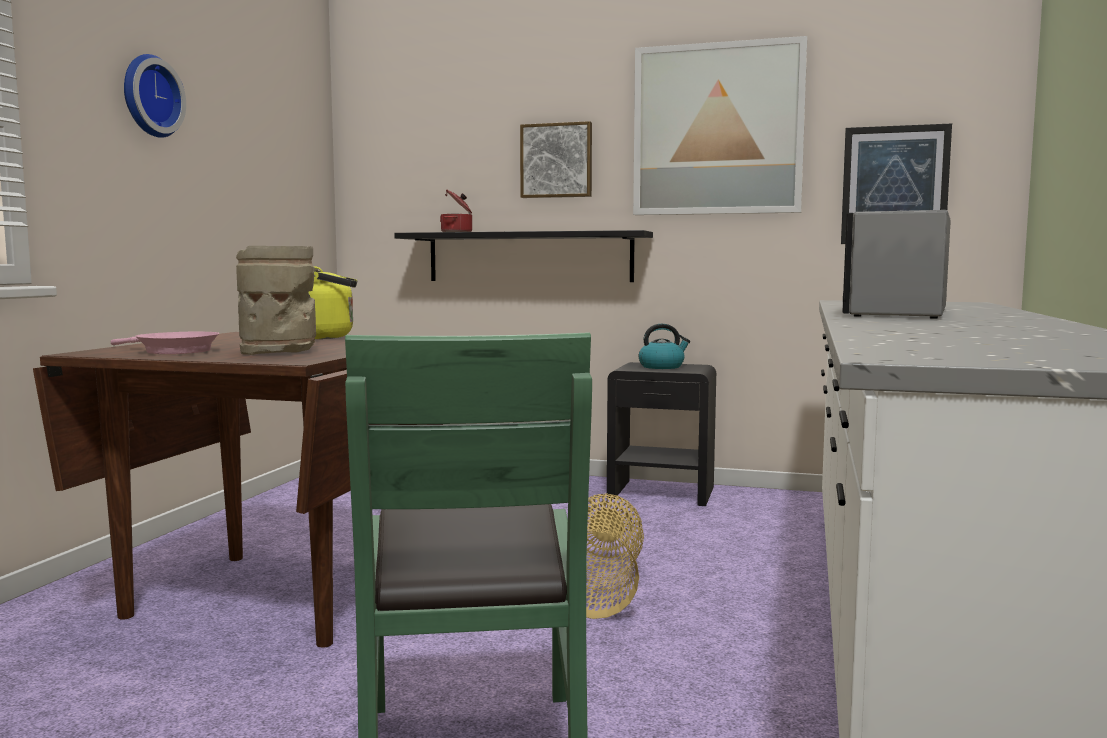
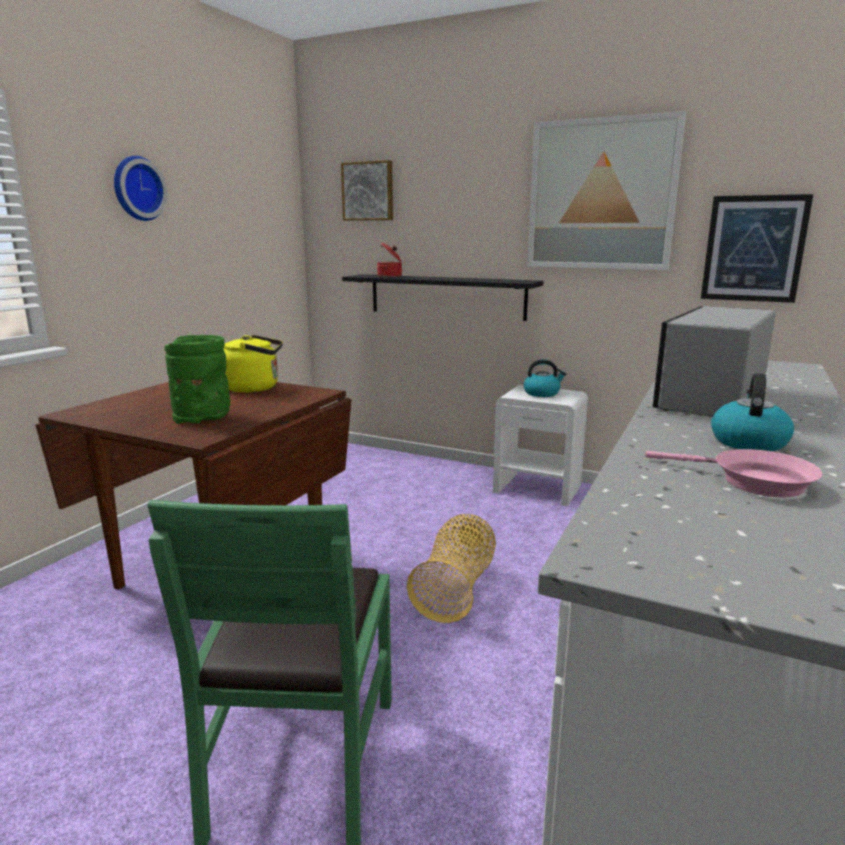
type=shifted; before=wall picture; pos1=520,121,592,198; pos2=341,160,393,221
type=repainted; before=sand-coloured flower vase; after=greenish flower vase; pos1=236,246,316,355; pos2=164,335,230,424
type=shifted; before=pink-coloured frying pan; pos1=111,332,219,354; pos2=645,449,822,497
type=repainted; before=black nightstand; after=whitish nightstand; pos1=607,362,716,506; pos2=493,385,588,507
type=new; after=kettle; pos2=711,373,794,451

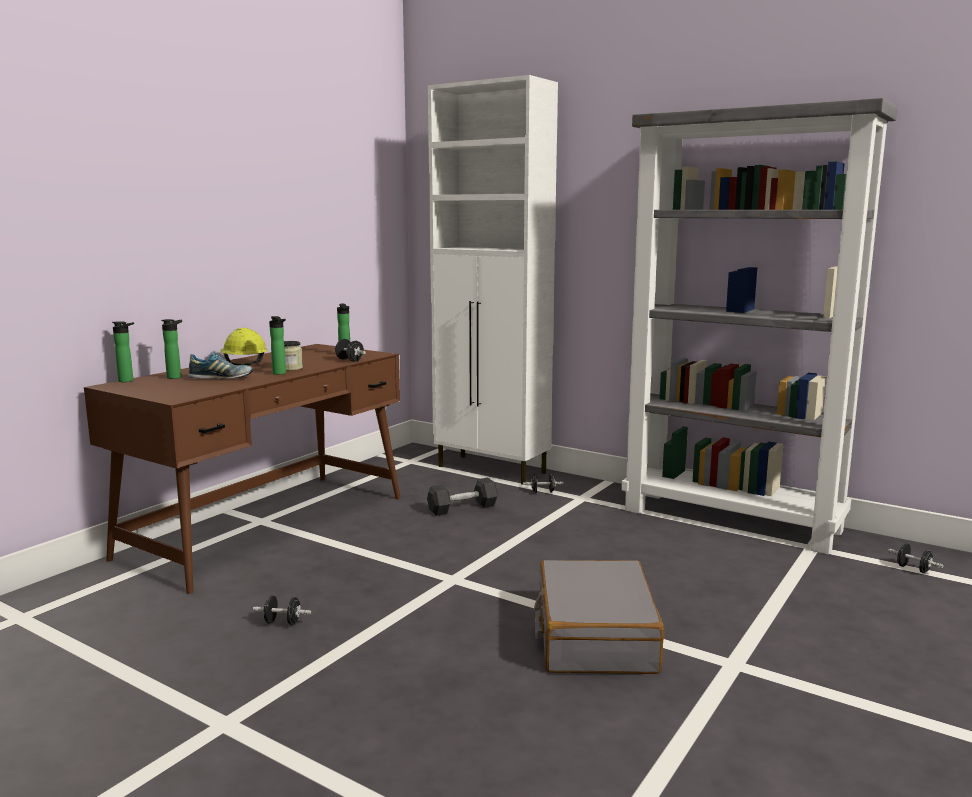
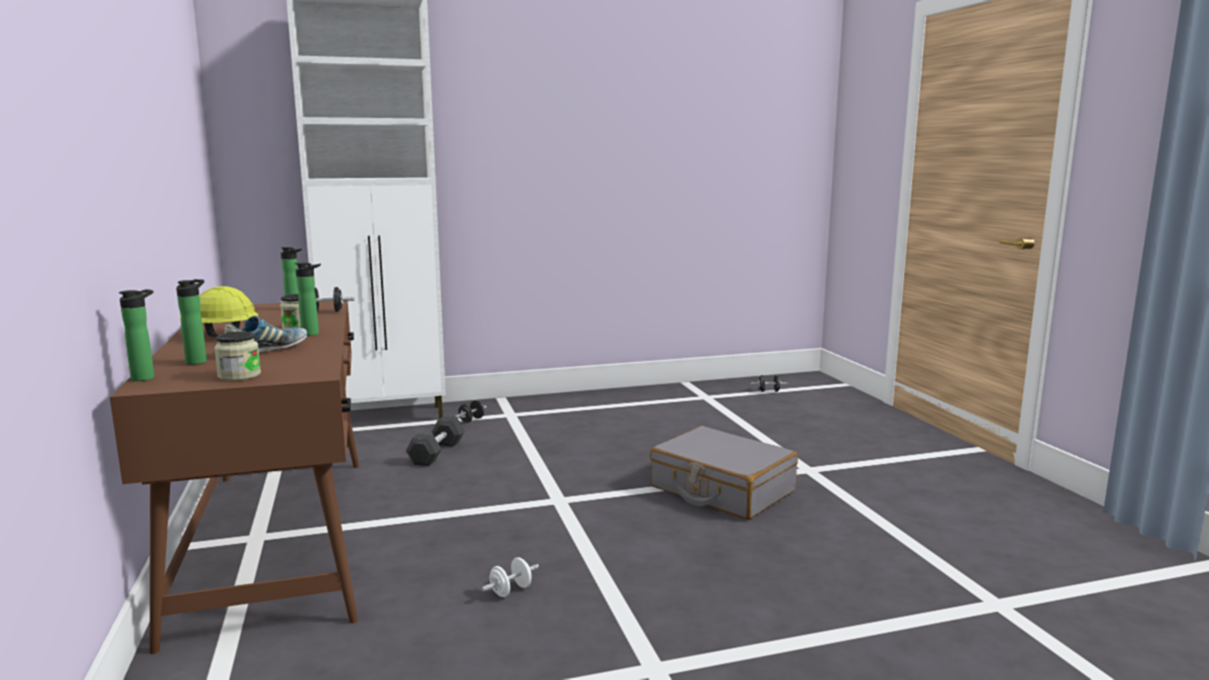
type=gone; before=greyish shelving unit; pos1=621,98,897,554
type=repainted; before=black free weight; after=whitish free weight; pos1=253,595,311,625; pos2=482,557,539,597
type=new; after=jar; pos2=214,331,261,381

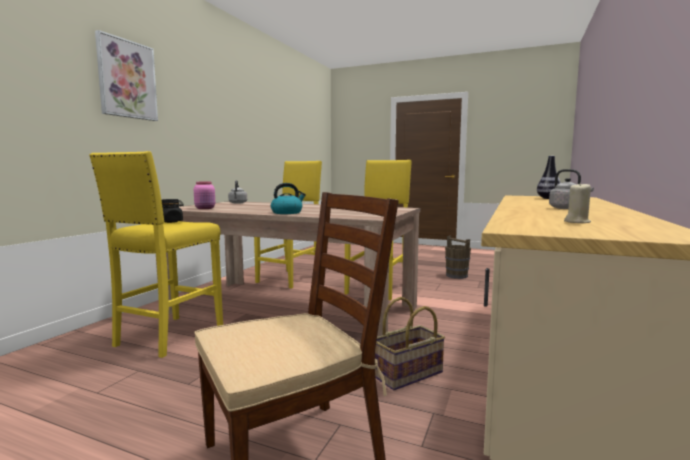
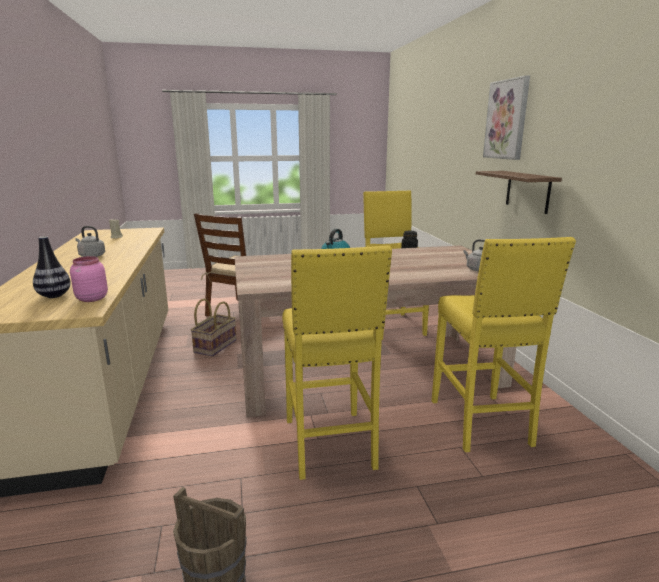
type=shifted; before=pink-coloured jar; pos1=194,182,215,209; pos2=70,256,108,302
type=new; after=bracket shelf; pos2=476,171,562,214

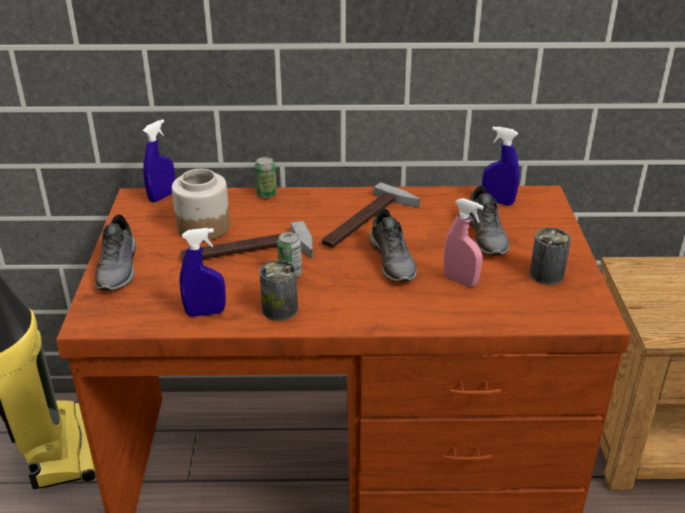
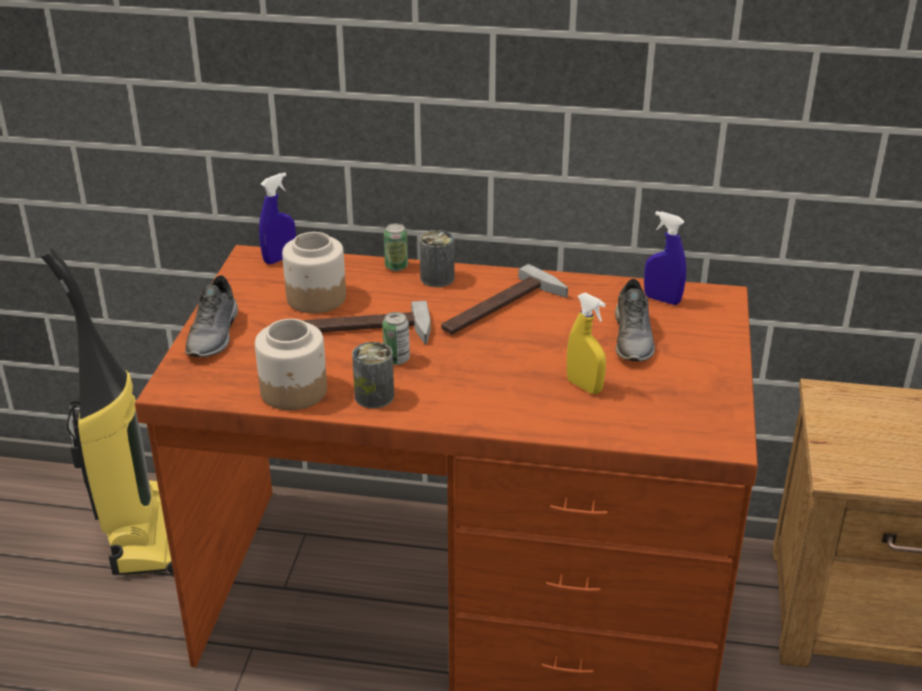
type=repainted; before=pink-coloured sprayer; after=yellow sprayer; pos1=444,198,483,287; pos2=567,293,606,394
type=gone; before=greyish low shoe; pos1=369,208,417,282
type=swapped; before=bluish sprayer; after=jar; pos1=180,228,226,317; pos2=255,319,327,410
type=shifted; before=metal can; pos1=530,228,571,285; pos2=419,230,455,287

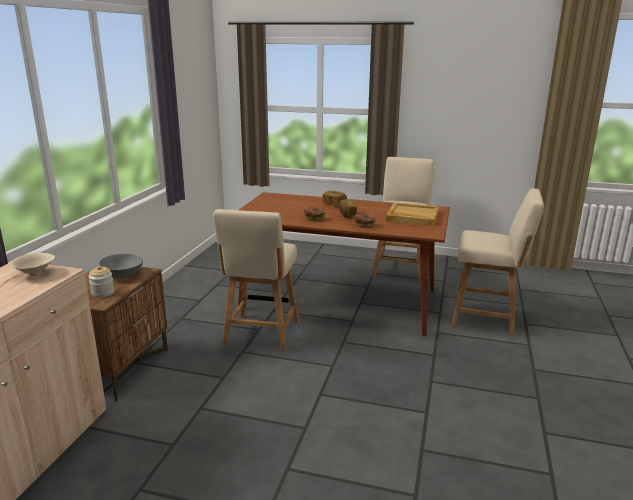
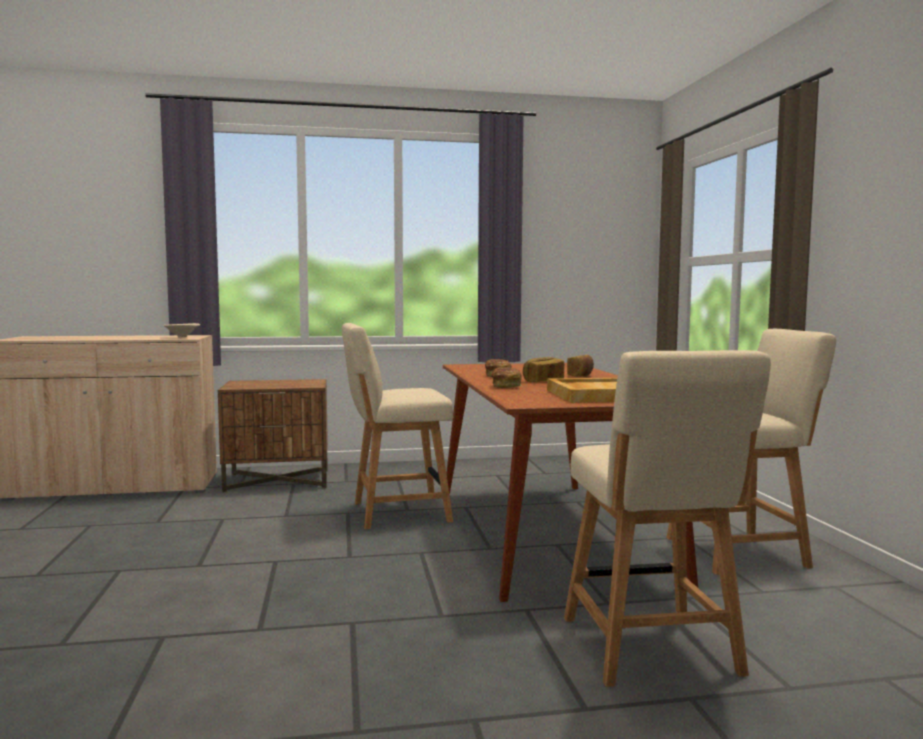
type=gone; before=greyish bowl; pos1=99,254,143,278
type=gone; before=jar; pos1=88,266,114,298

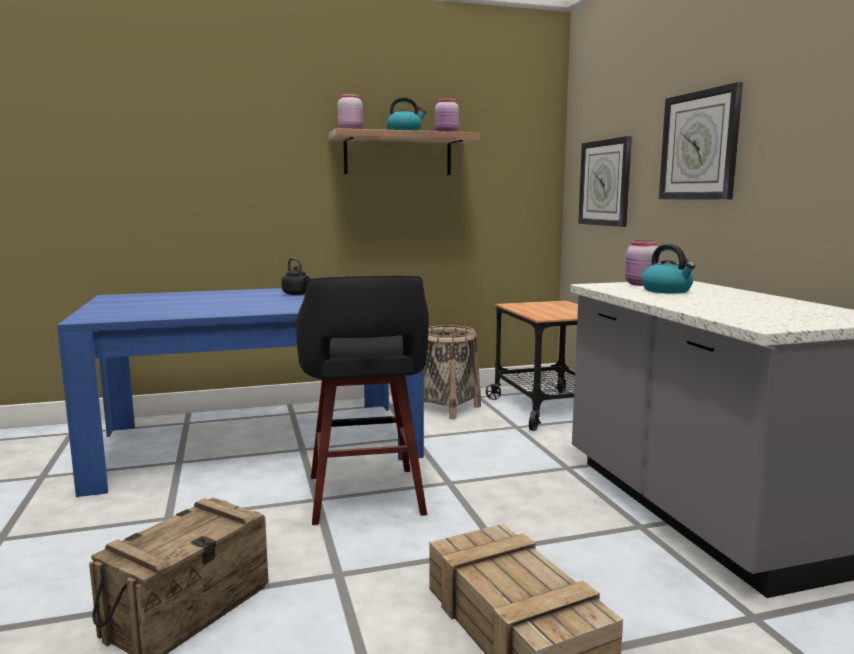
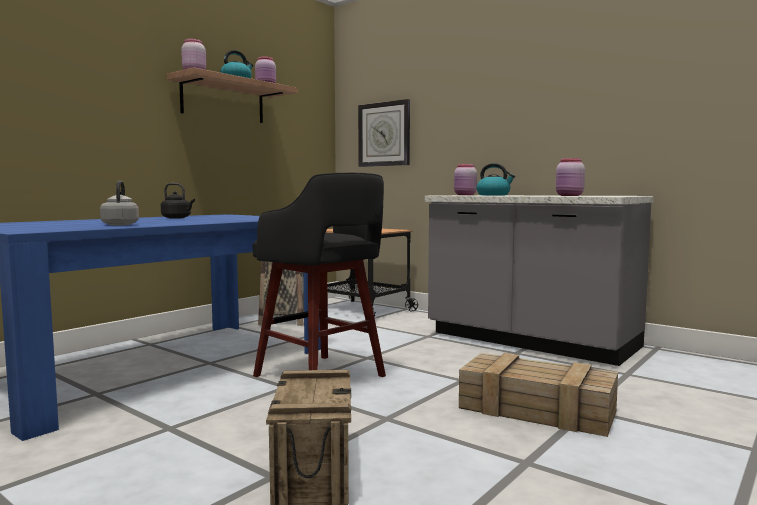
type=gone; before=wall clock; pos1=659,82,743,200
type=new; after=pink-coloured jar; pos2=556,158,585,196
type=new; after=greyish kettle; pos2=100,181,139,225

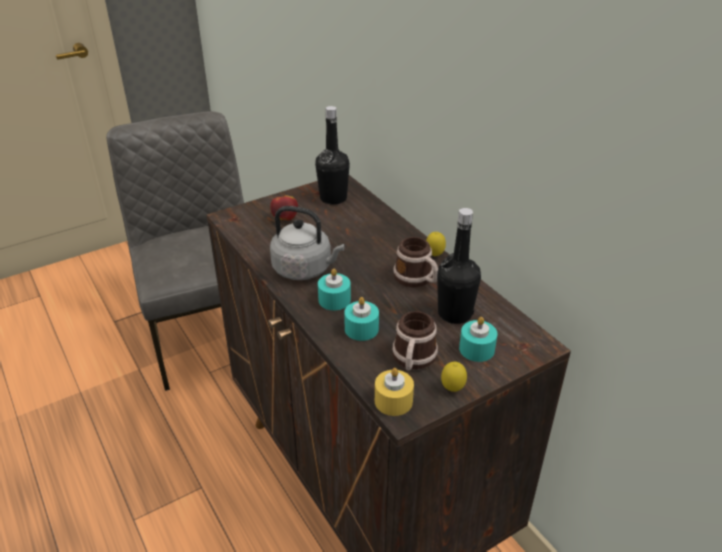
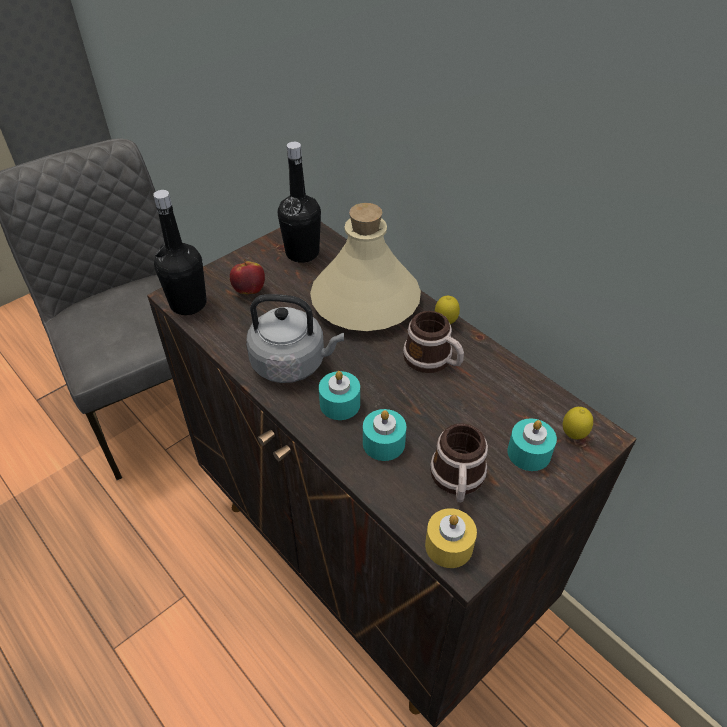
type=shifted; before=black bottle; pos1=437,208,481,324; pos2=153,190,207,315
type=shifted; before=citrus fruit; pos1=441,362,467,392; pos2=563,407,593,439
type=new; after=sand-coloured bottle; pos2=310,203,421,331

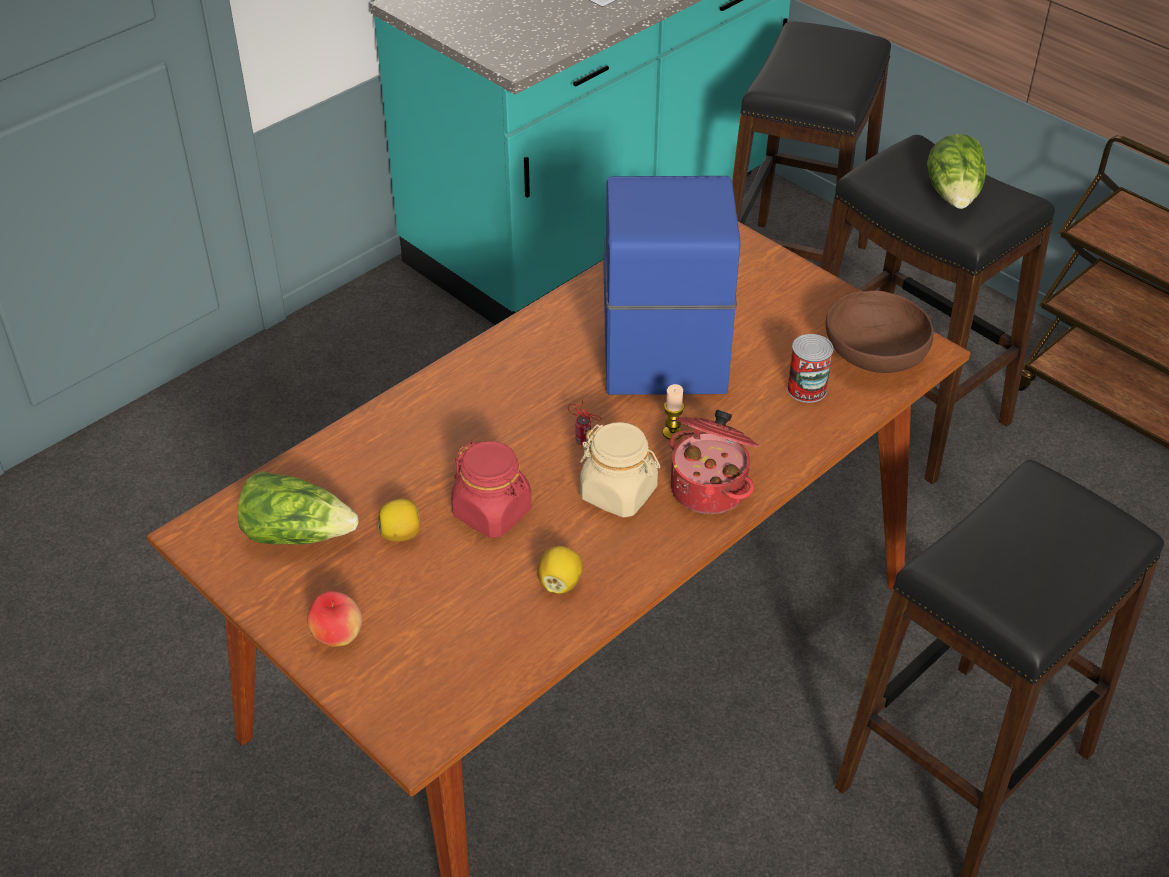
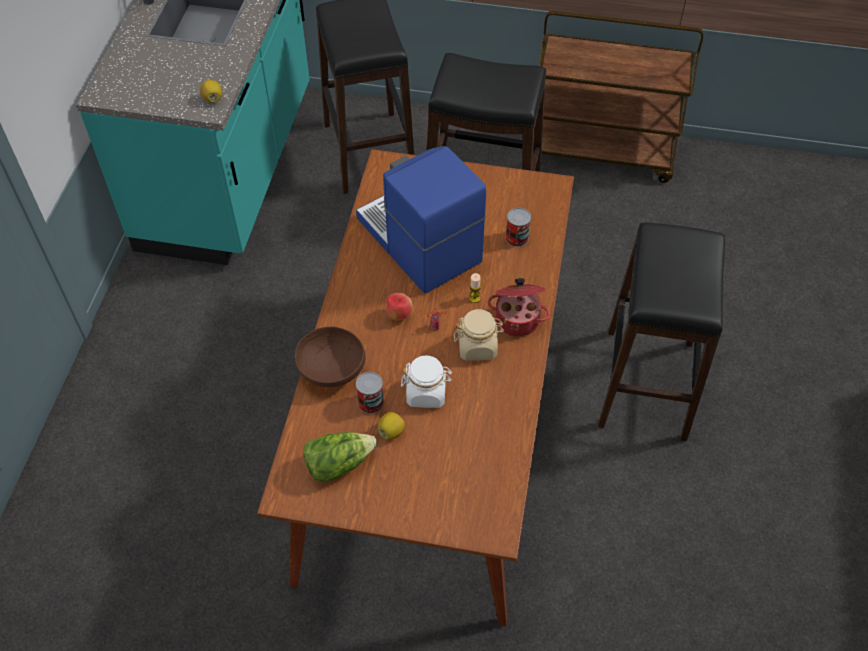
type=gone; before=lettuce head; pos1=927,134,987,209
type=shifted; before=brown bowl; pos1=825,291,934,373; pos2=295,326,365,387
type=repainted; before=red jar; after=whitish jar; pos1=451,441,532,538; pos2=401,355,452,408
type=shifted; before=citrus fruit; pos1=538,546,582,594; pos2=200,80,222,103
type=shifted; before=whole apple; pos1=307,591,363,647; pos2=386,293,413,321
type=new; after=metal can; pos2=356,372,384,414

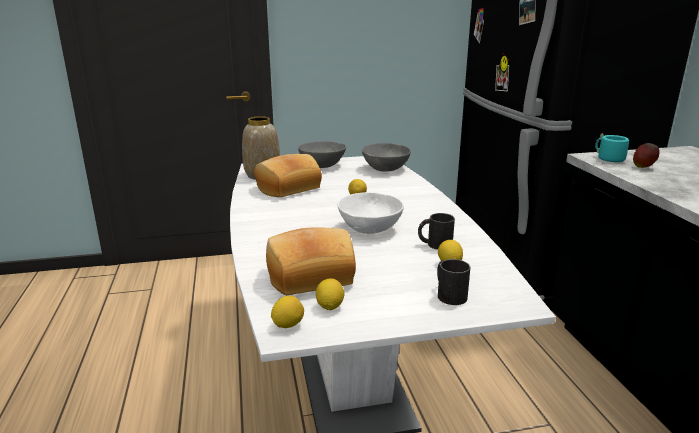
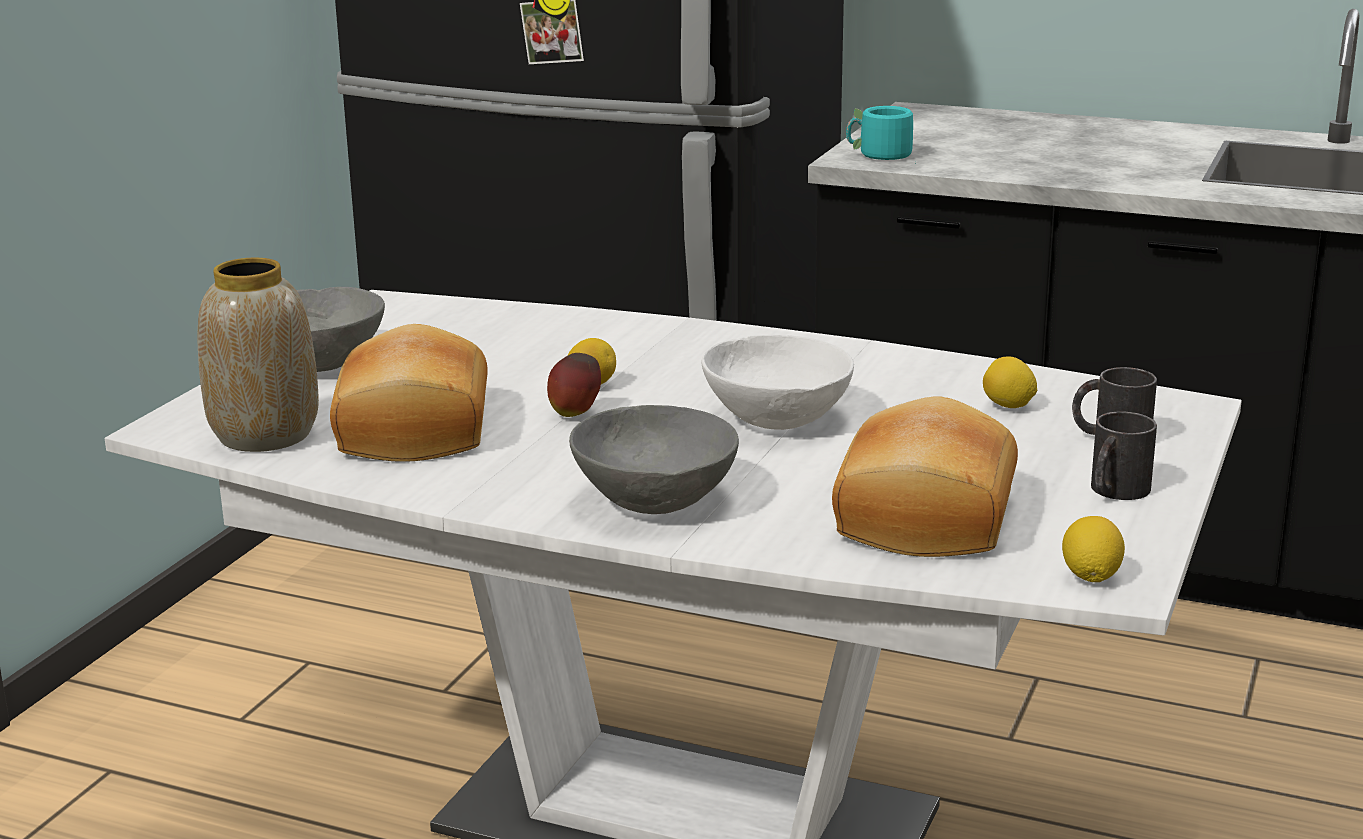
type=shifted; before=greyish bowl; pos1=362,143,411,172; pos2=569,405,739,514
type=shifted; before=whole apple; pos1=633,143,659,168; pos2=547,353,601,417
type=shifted; before=black tea mug; pos1=418,213,455,250; pos2=1091,412,1157,500
type=gone; before=citrus fruit; pos1=316,278,344,310

